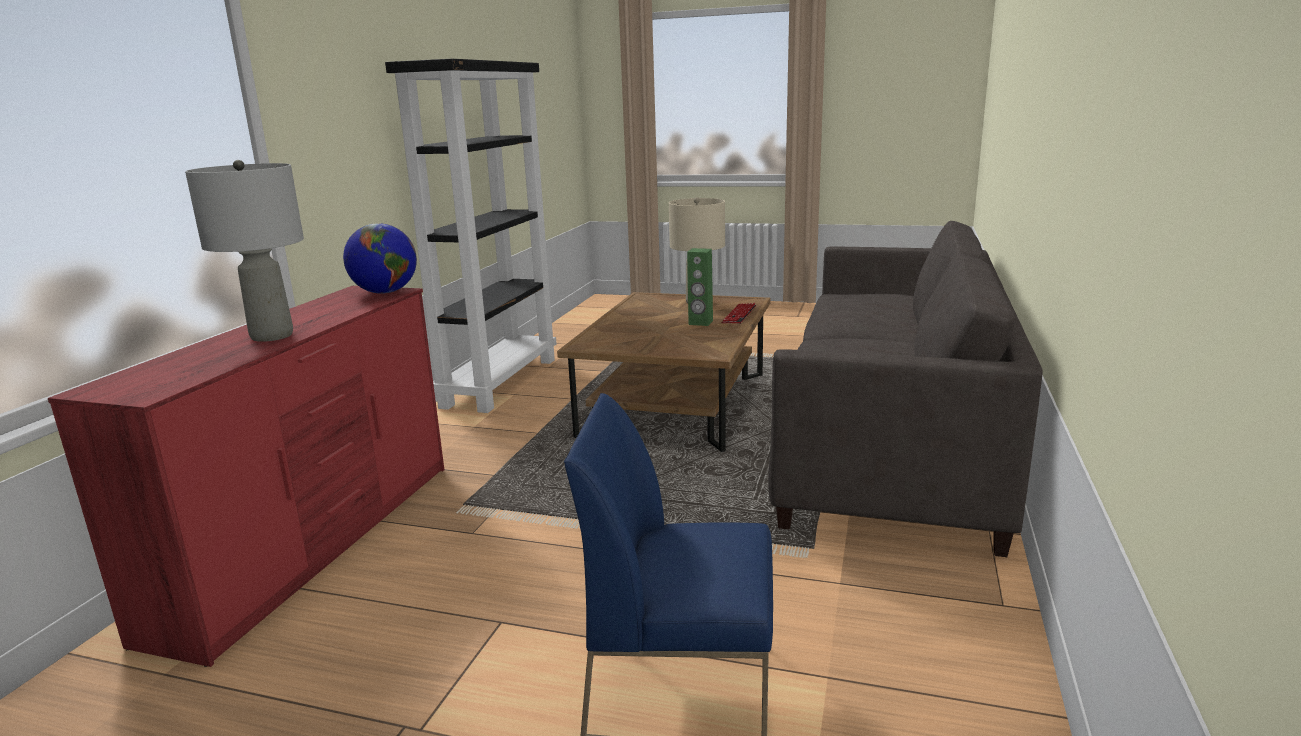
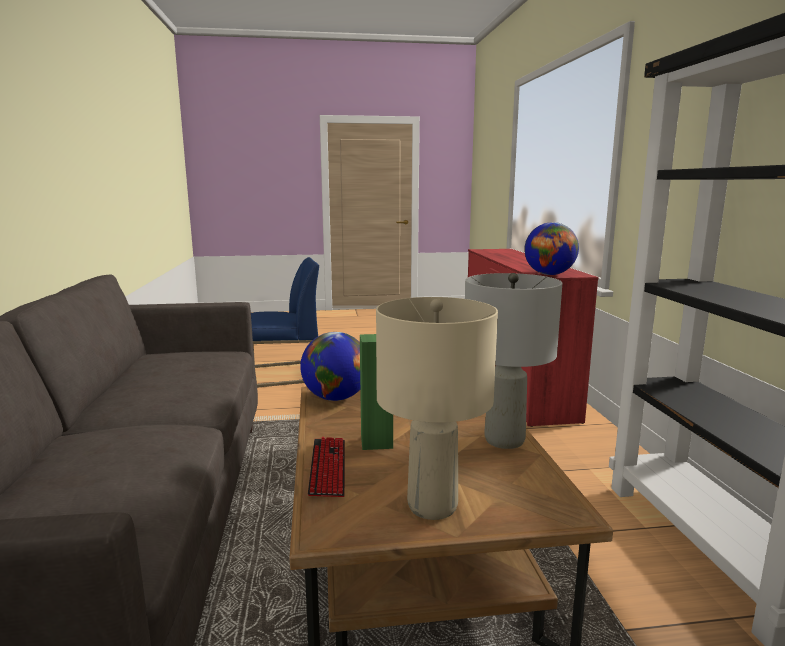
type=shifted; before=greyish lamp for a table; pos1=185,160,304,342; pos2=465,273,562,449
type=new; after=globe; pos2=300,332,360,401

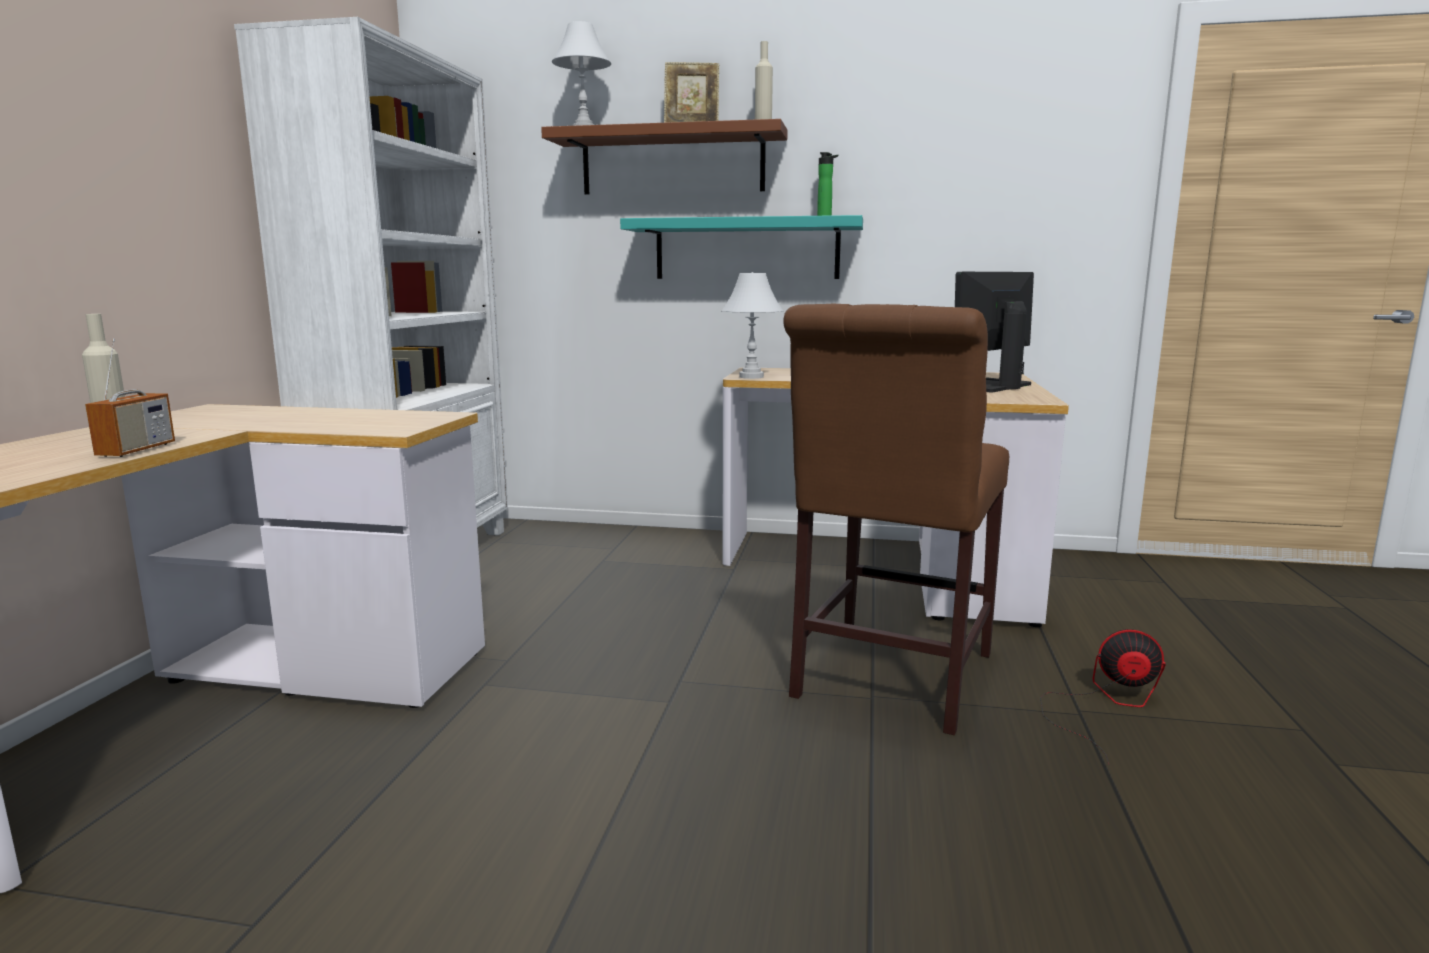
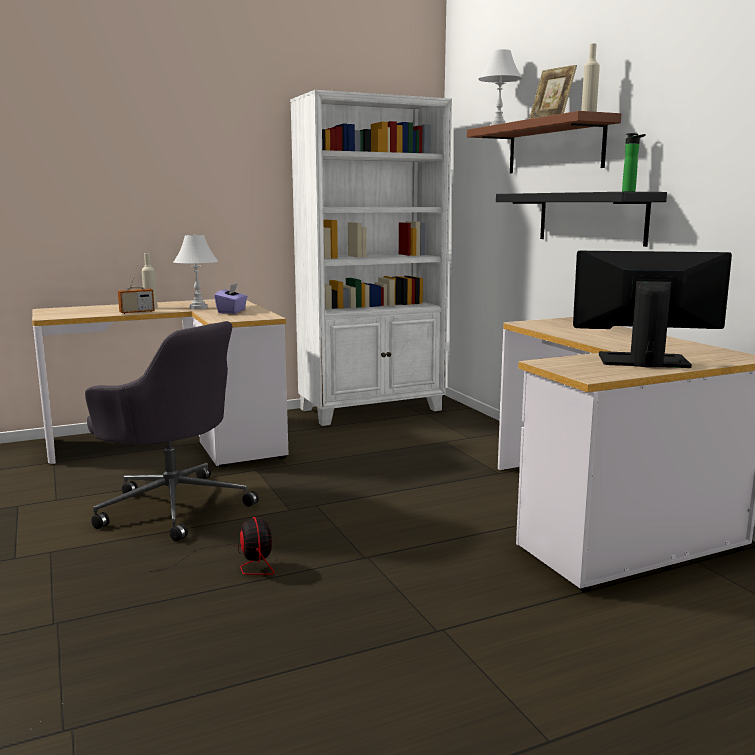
type=repainted; before=turquoise bracket shelf; after=black bracket shelf; pos1=620,215,863,279; pos2=496,192,667,247
type=shifted; before=whitish lamp for a table; pos1=721,272,783,379; pos2=174,235,218,310
type=gone; before=brown chair; pos1=783,304,1009,735
type=shifted; before=fan; pos1=1040,629,1166,765; pos2=150,517,275,575
type=new; after=purplish box of tissues; pos2=214,283,248,314
type=new; after=greyish office chair; pos2=85,321,259,542

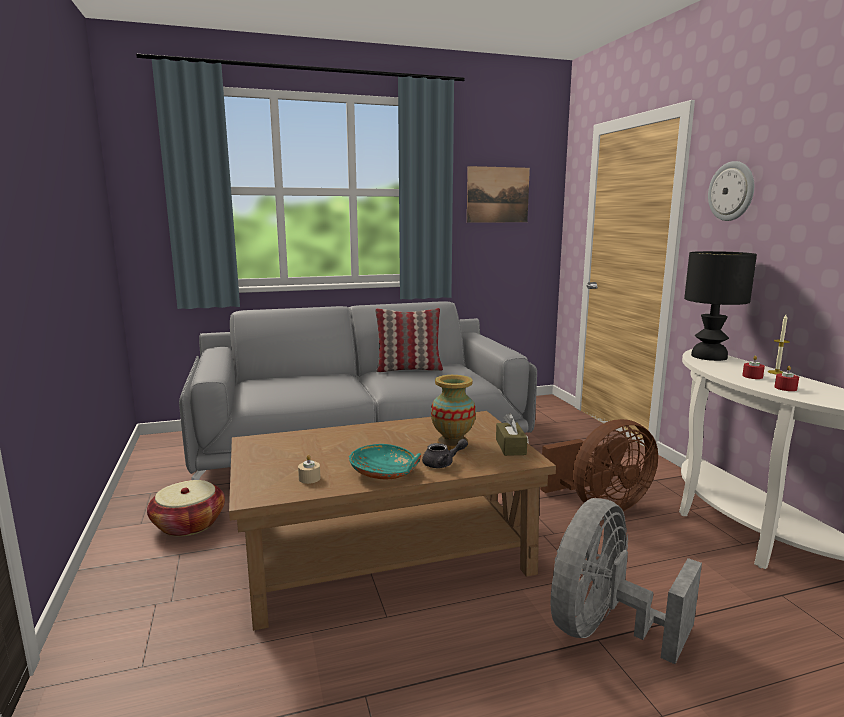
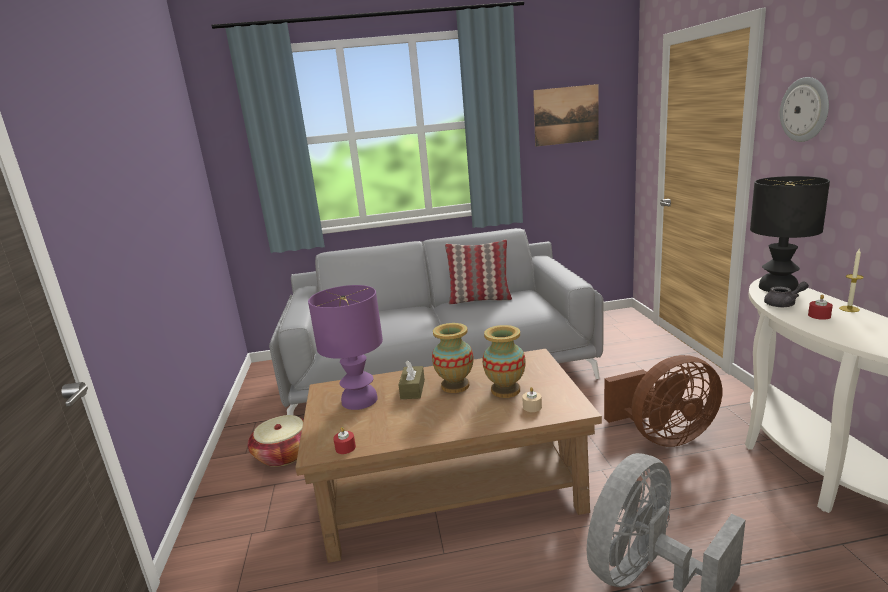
type=shifted; before=red candle; pos1=774,366,799,391; pos2=333,427,356,454
type=shifted; before=brown box of tissues; pos1=496,413,528,456; pos2=398,360,425,399
type=shifted; before=greyish tea pot; pos1=422,439,468,468; pos2=764,281,809,307
type=gone; before=turquoise bowl; pos1=349,444,421,479
type=shifted; before=sand-coloured candle; pos1=298,455,321,484; pos2=522,387,542,412
type=new; after=purplish lamp for a table; pos2=308,285,383,410
type=new; after=flower vase; pos2=432,323,474,393

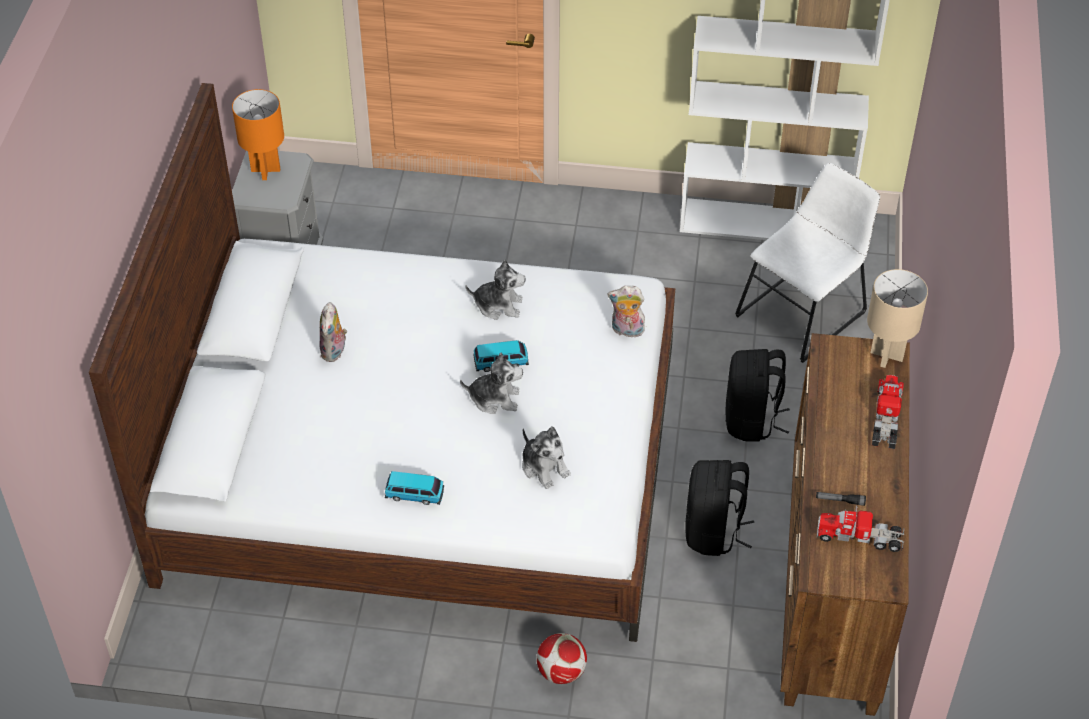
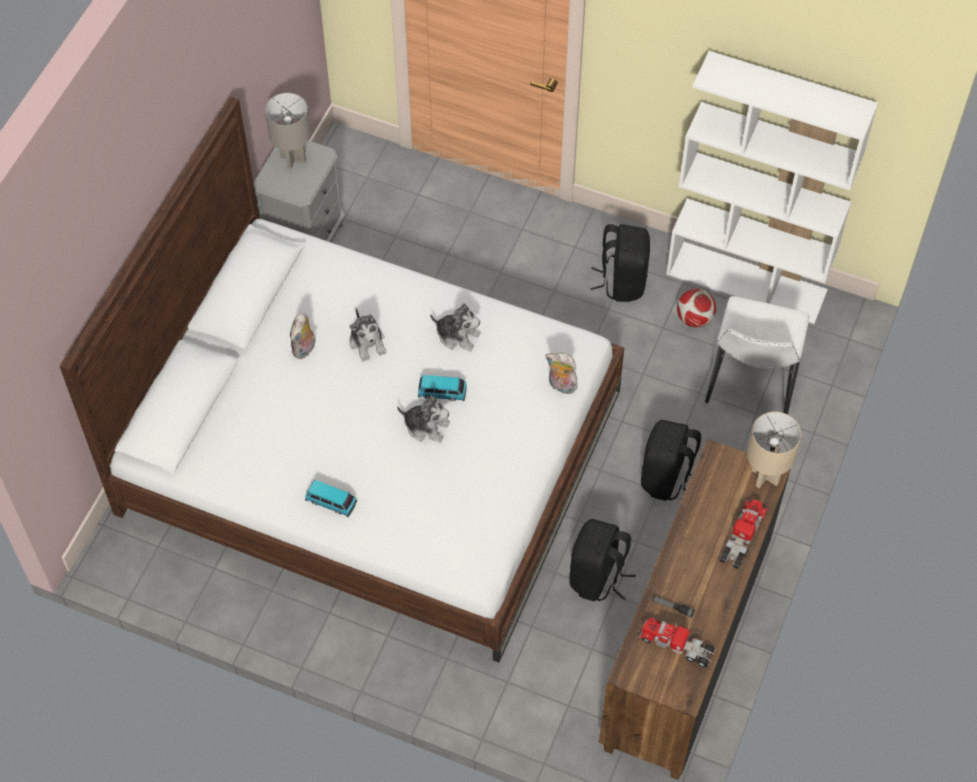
type=repainted; before=orange-coloured lamp for a table; after=greyish lamp for a table; pos1=232,89,284,180; pos2=265,93,311,169
type=rotated; before=whitish chair; pos1=735,163,880,363; pos2=705,296,809,414; turn=135
type=shifted; before=soft toy; pos1=522,426,571,489; pos2=349,308,386,362
type=shifted; before=football ball; pos1=537,633,587,684; pos2=677,289,716,328
type=new; after=black rucksack; pos2=590,224,650,302

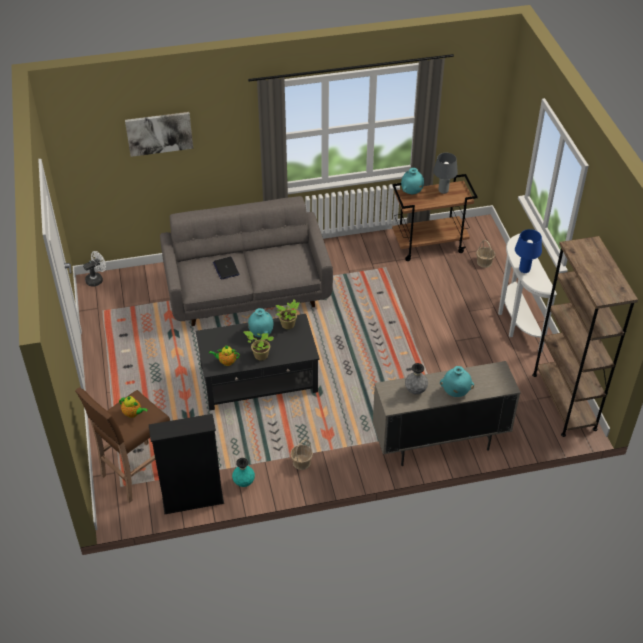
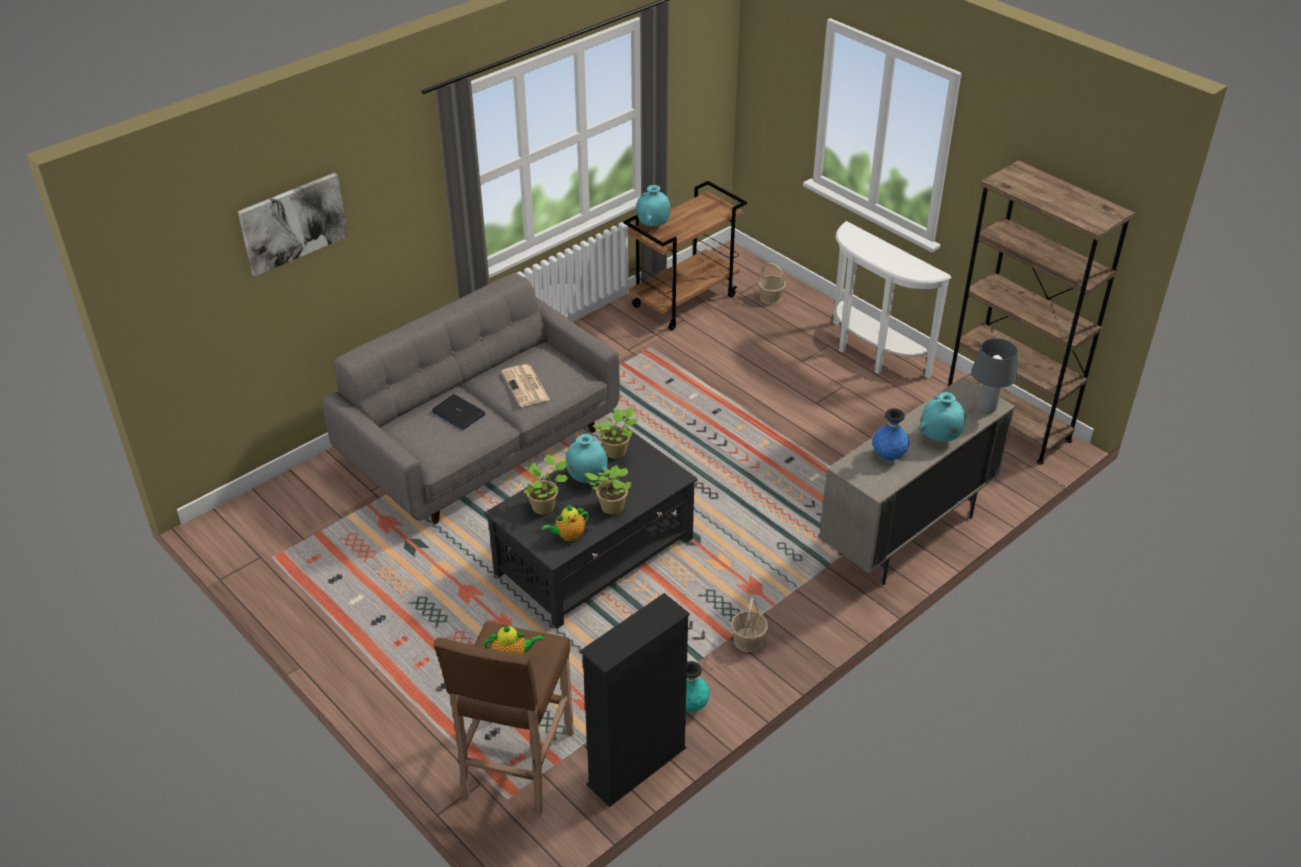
type=shifted; before=greyish lamp for a table; pos1=433,153,458,194; pos2=972,338,1018,413
type=gone; before=bluish lamp for a table; pos1=515,229,542,273
type=gone; before=whitish fan; pos1=83,251,106,287
type=repainted; before=greyish flower vase; after=bluish flower vase; pos1=405,363,428,394; pos2=873,408,909,460
type=new; after=daily paper; pos2=501,364,550,407
type=new; after=houseplant; pos2=523,454,568,514

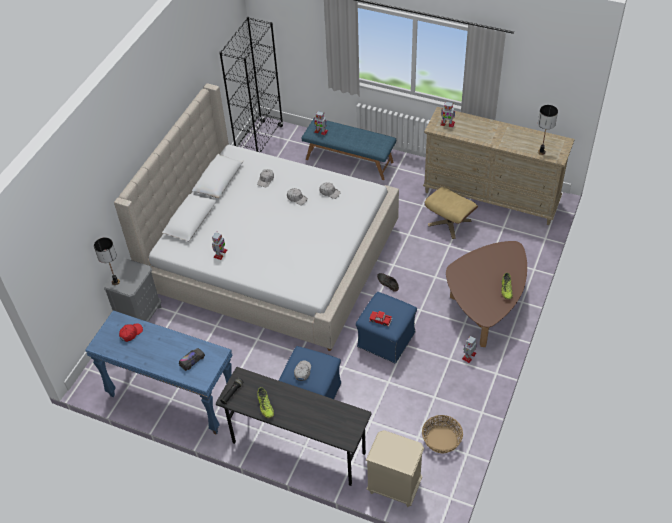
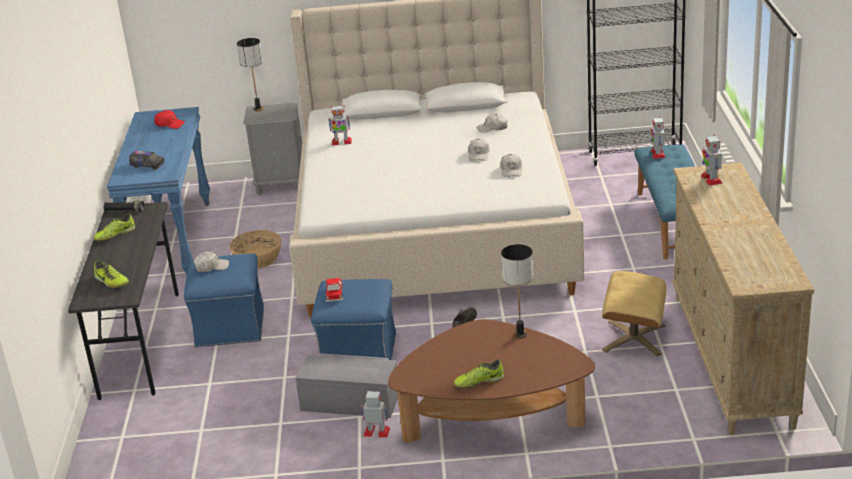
type=shifted; before=lamp for a table; pos1=538,105,558,155; pos2=501,244,534,338
type=shifted; before=household basket; pos1=422,415,463,453; pos2=229,230,282,268
type=gone; before=sand-coloured nightstand; pos1=366,430,424,507
type=new; after=low shoe; pos2=94,260,129,288
type=new; after=greyish storage box; pos2=296,353,398,418

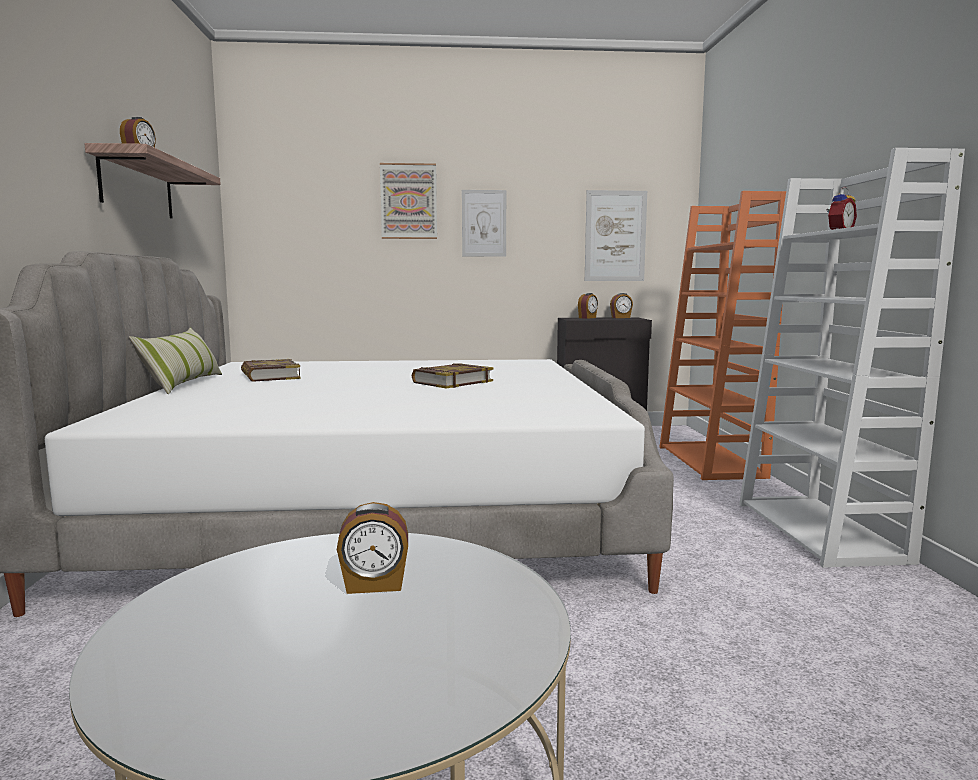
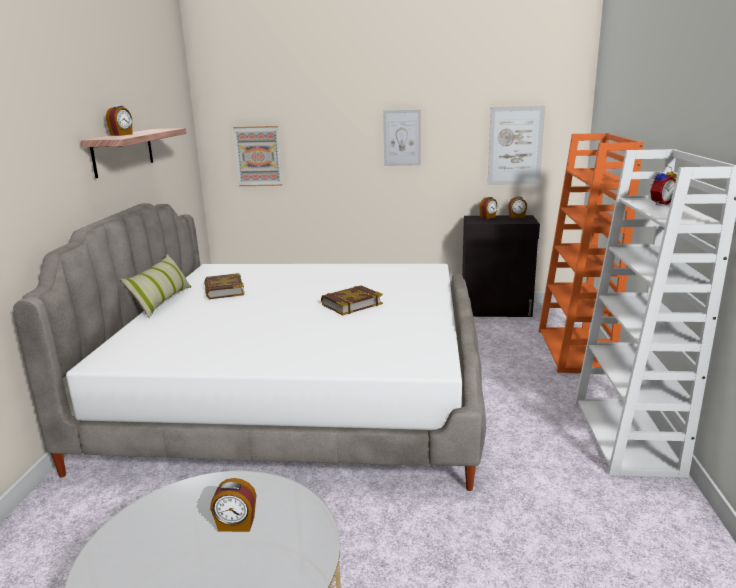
type=shifted; before=wall picture; pos1=380,163,437,239; pos2=233,126,282,186

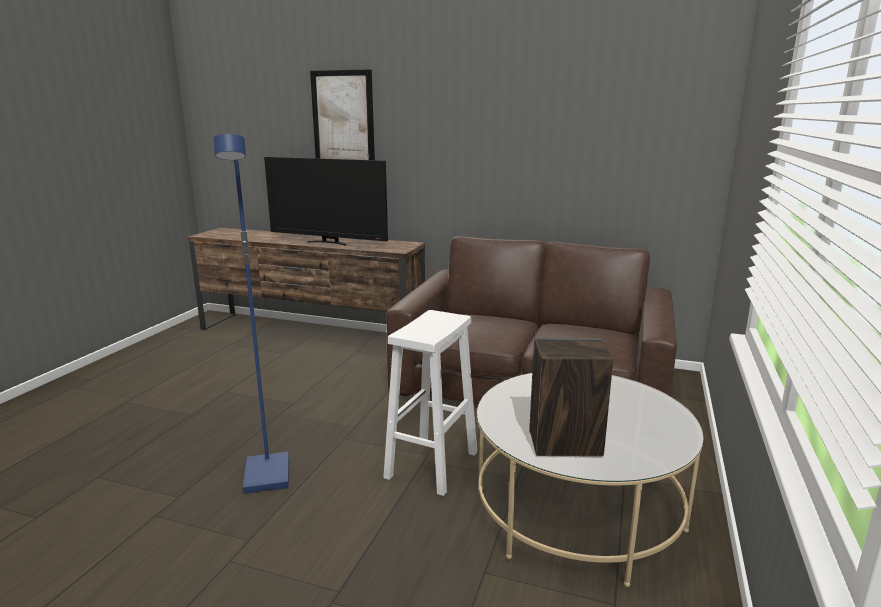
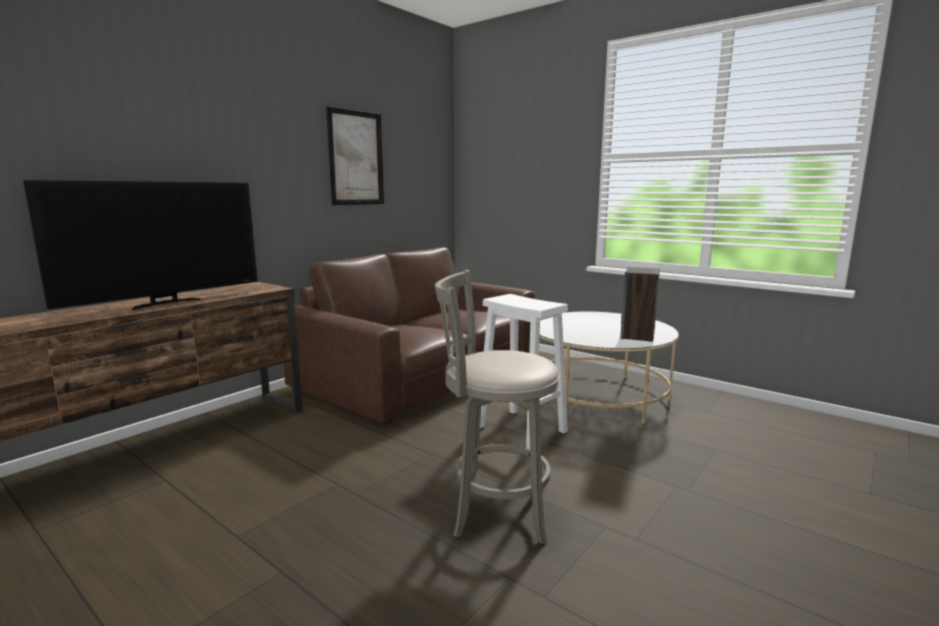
type=shifted; before=wall picture; pos1=310,69,375,160; pos2=326,106,384,205
type=swapped; before=bluish floor lamp; after=greyish stool; pos1=214,134,289,494; pos2=435,270,560,545

